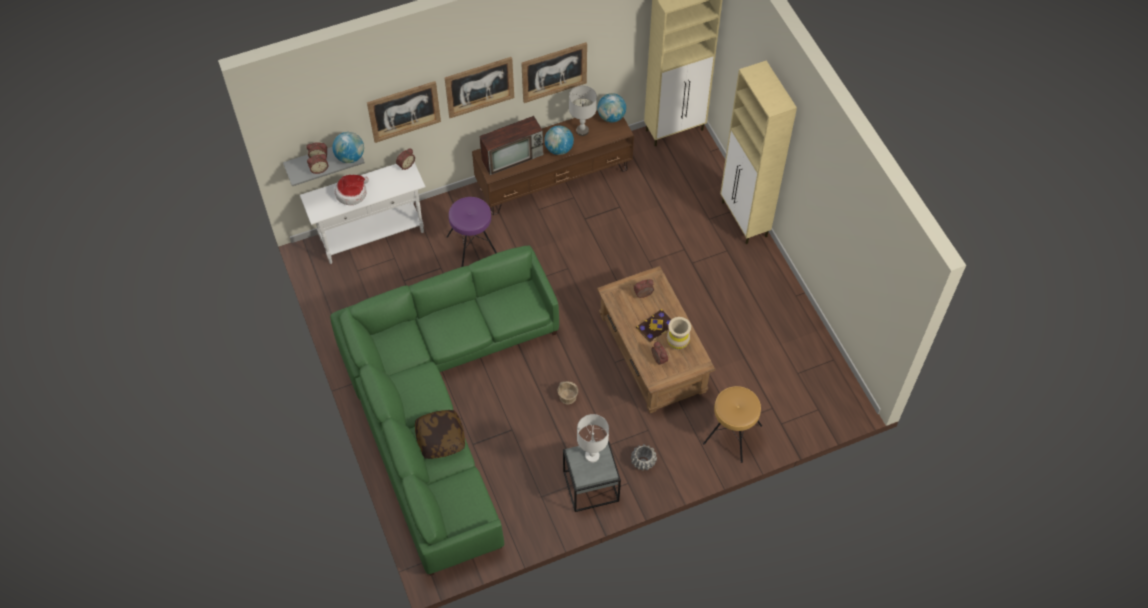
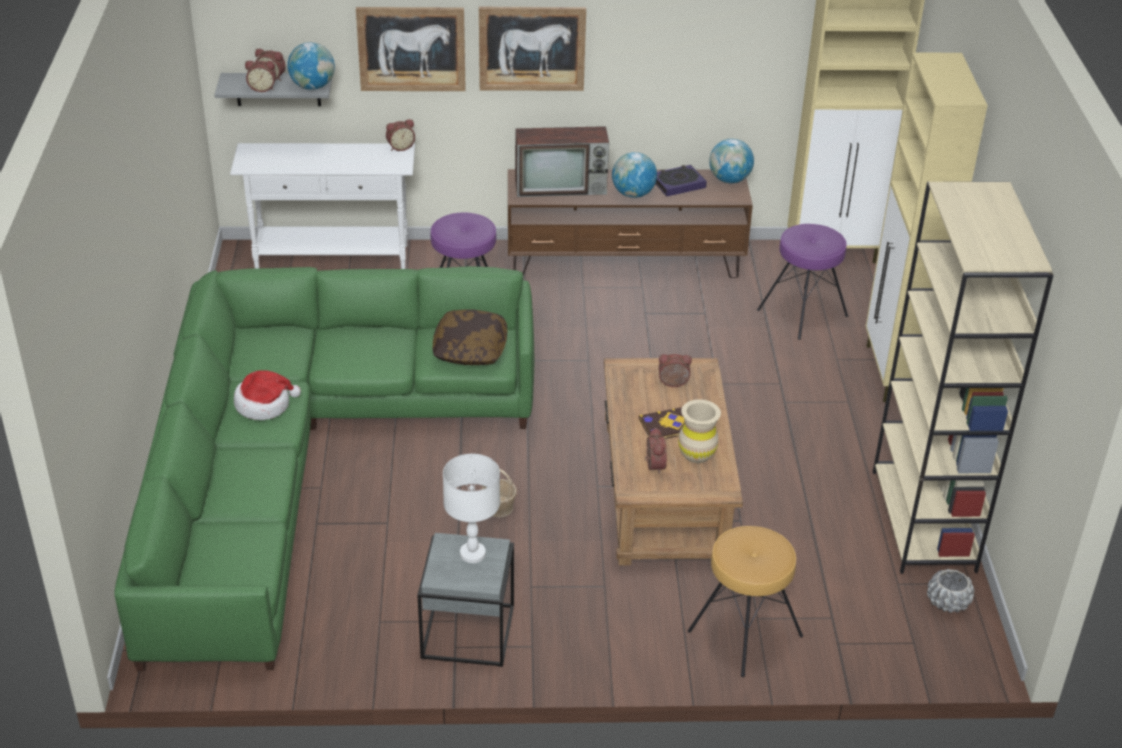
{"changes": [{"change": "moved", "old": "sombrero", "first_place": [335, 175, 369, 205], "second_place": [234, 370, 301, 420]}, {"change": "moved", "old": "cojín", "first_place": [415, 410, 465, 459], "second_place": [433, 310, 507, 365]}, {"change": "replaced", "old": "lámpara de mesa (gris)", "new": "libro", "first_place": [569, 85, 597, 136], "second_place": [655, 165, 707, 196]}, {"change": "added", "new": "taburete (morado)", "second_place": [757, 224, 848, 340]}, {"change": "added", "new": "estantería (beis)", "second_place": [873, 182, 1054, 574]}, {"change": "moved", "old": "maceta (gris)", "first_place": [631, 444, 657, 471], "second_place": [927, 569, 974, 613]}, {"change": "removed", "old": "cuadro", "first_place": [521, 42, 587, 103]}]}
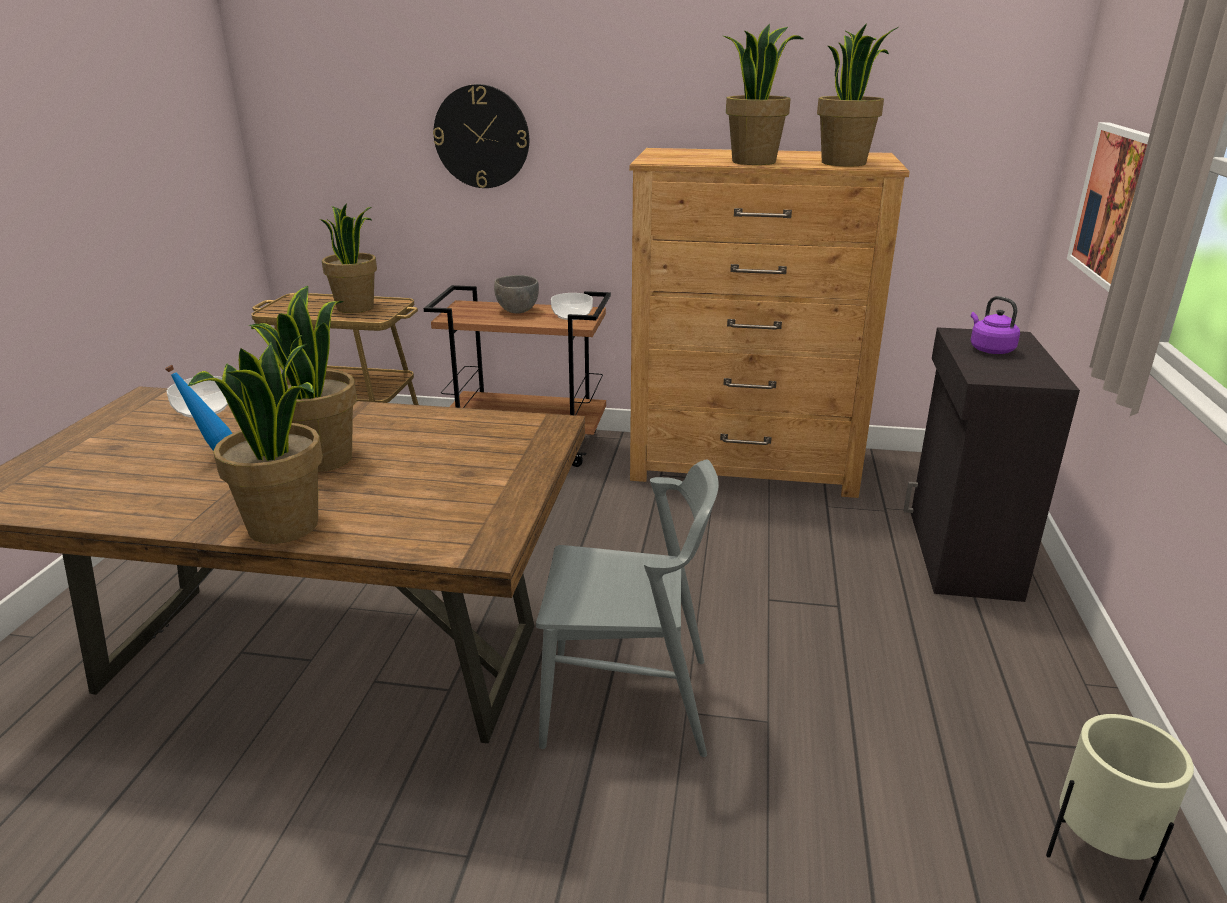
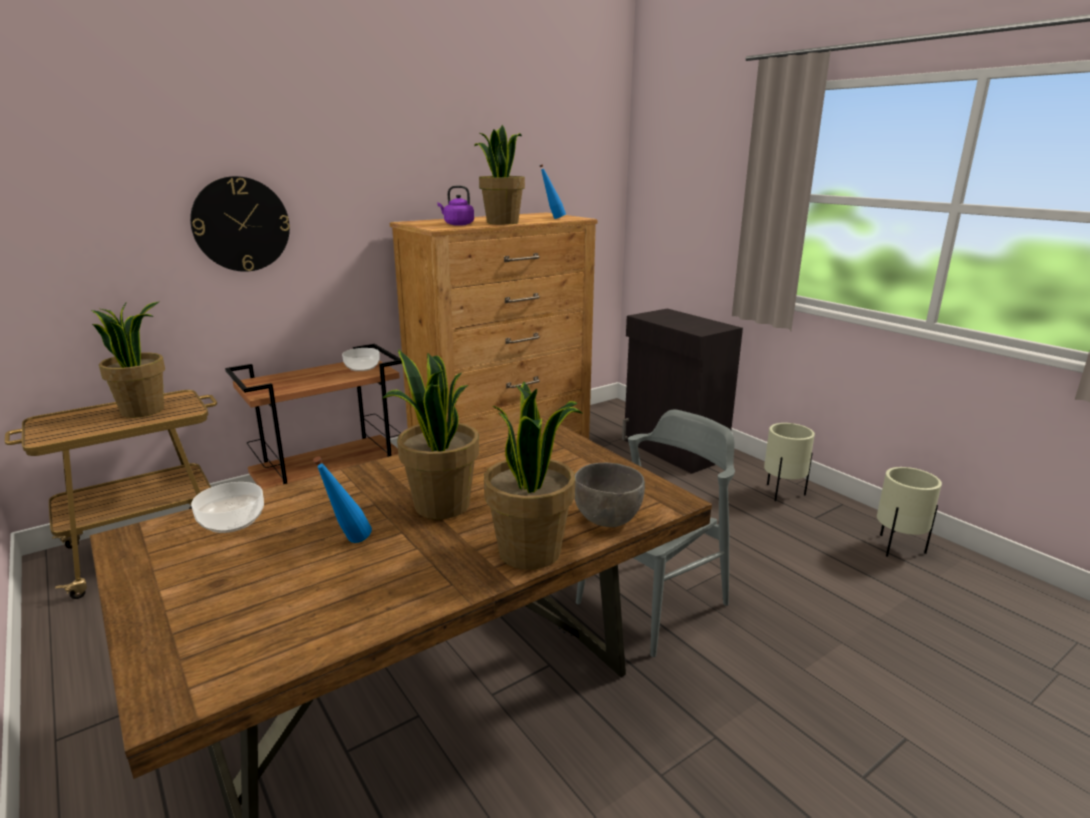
{"changes": [{"change": "moved", "old": "hervidor (morado)", "first_place": [971, 296, 1020, 354], "second_place": [437, 186, 474, 226]}, {"change": "replaced", "old": "planta en maceta", "new": "botella (azul)", "first_place": [817, 23, 898, 166], "second_place": [539, 164, 566, 219]}, {"change": "moved", "old": "cuenco (gris)", "first_place": [494, 275, 539, 314], "second_place": [574, 463, 645, 527]}, {"change": "added", "new": "maceta (beis)", "second_place": [764, 423, 815, 501]}, {"change": "removed", "old": "cuadro", "first_place": [1067, 122, 1150, 292]}]}
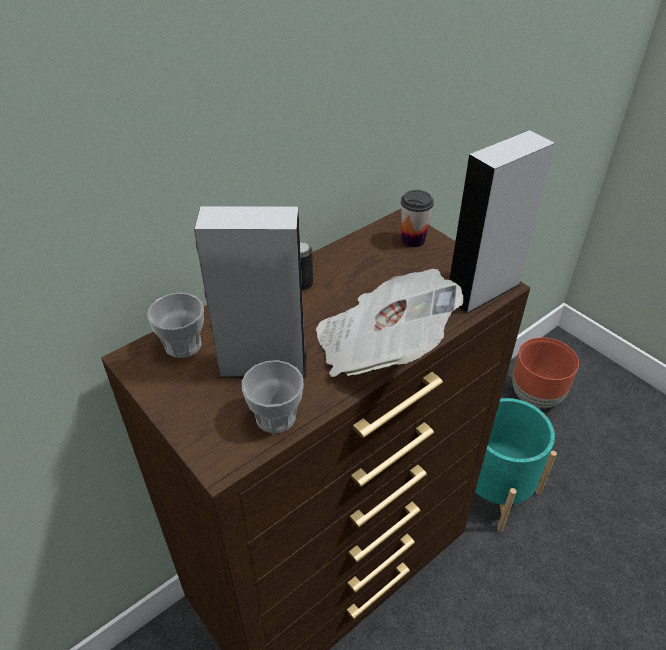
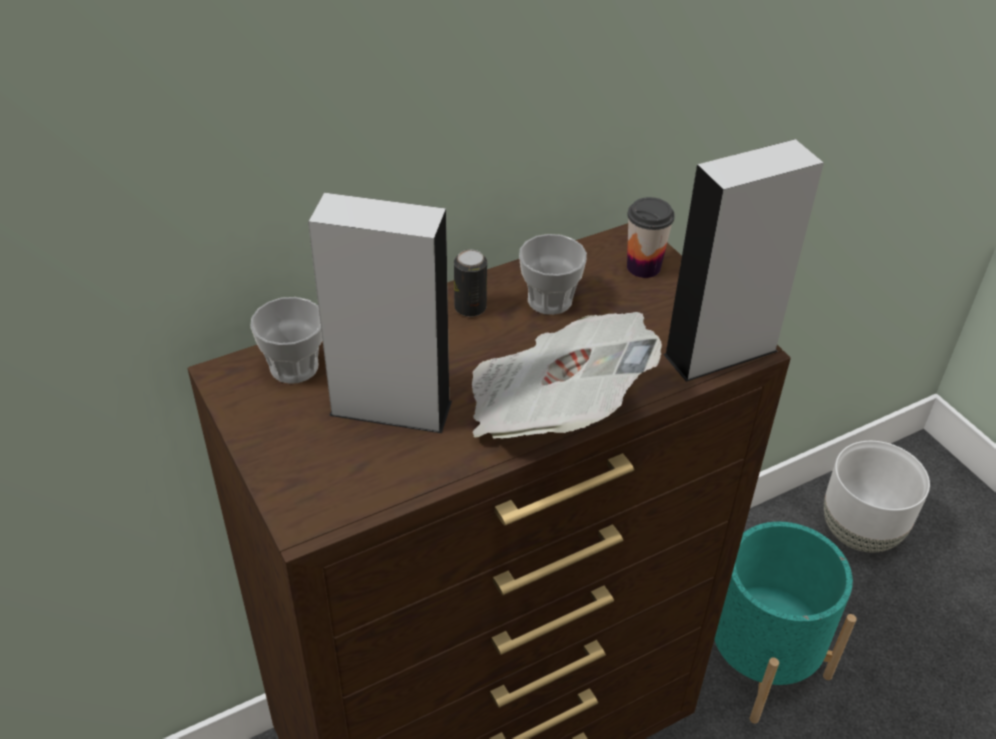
{"changes": [{"change": "moved", "old": "taza", "first_place": [242, 360, 304, 433], "second_place": [519, 234, 587, 315]}, {"change": "recoloured", "old": "maceta (marrón)", "new": "maceta (blanco)", "first_place": [512, 337, 579, 408], "second_place": [824, 441, 930, 553]}]}
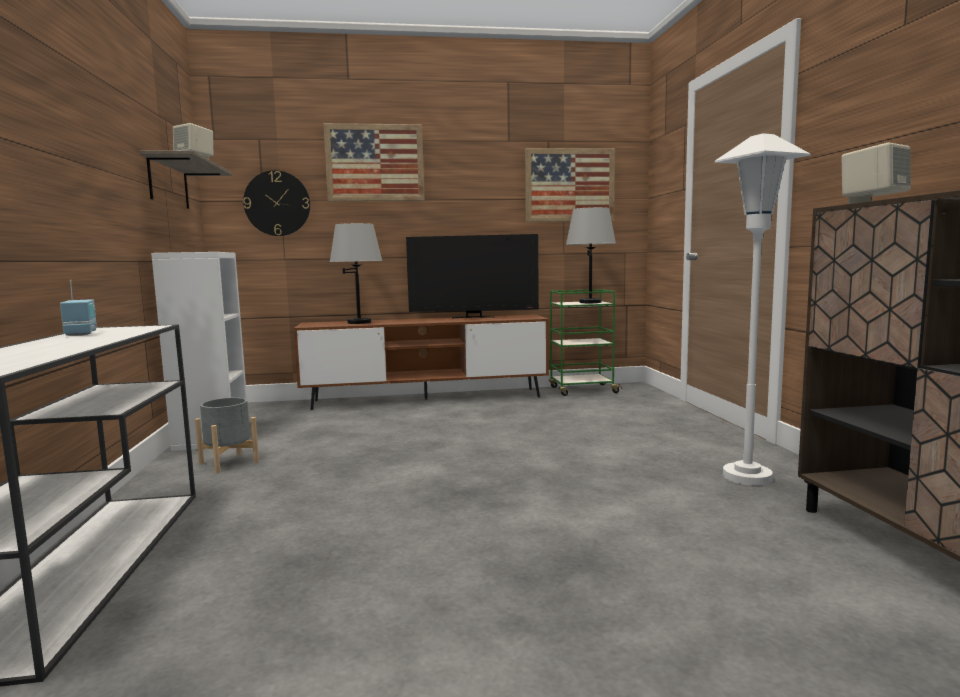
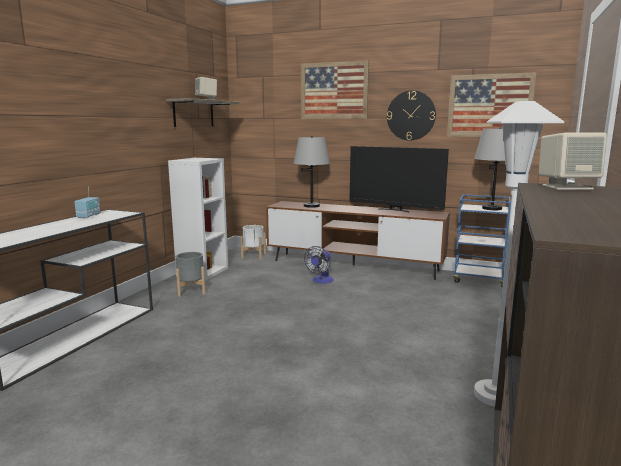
{"changes": [{"change": "added", "new": "maceta (blanco)", "second_place": [240, 225, 266, 259]}, {"change": "added", "new": "ventilador", "second_place": [304, 246, 334, 284]}, {"change": "moved", "old": "reloj de pared", "first_place": [243, 170, 310, 236], "second_place": [387, 90, 436, 141]}, {"change": "recoloured", "old": "carrito (verde)", "new": "carrito (azul)", "first_place": [549, 289, 622, 396], "second_place": [453, 194, 511, 287]}]}
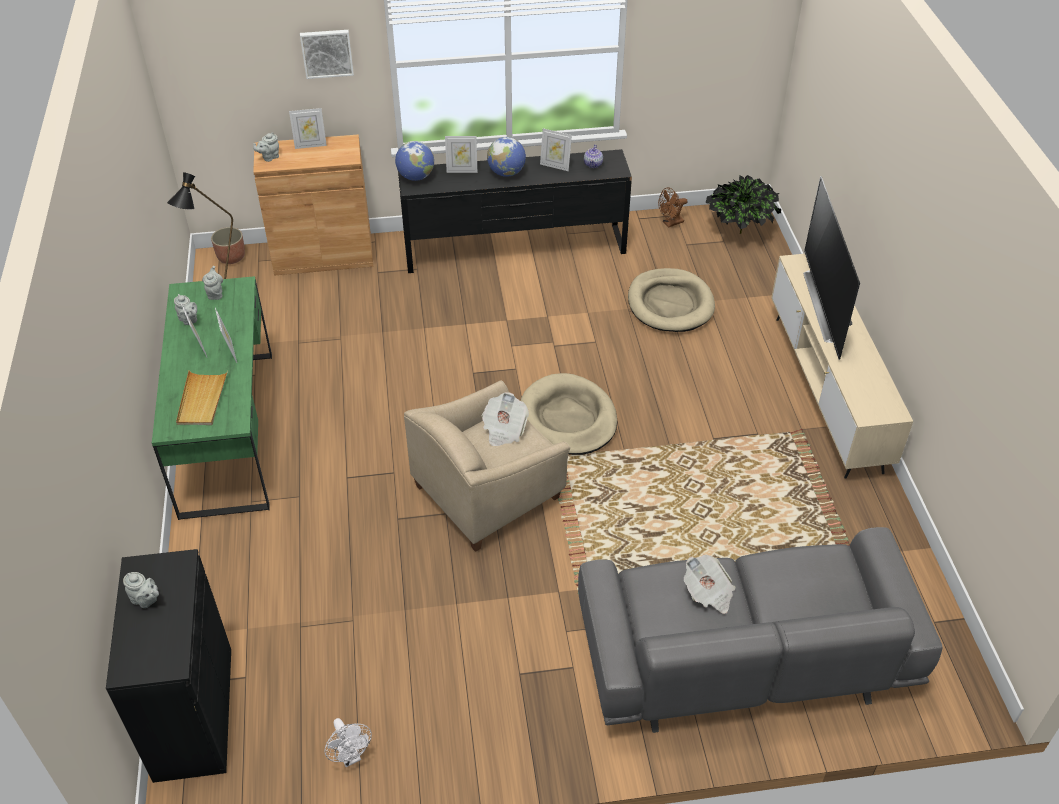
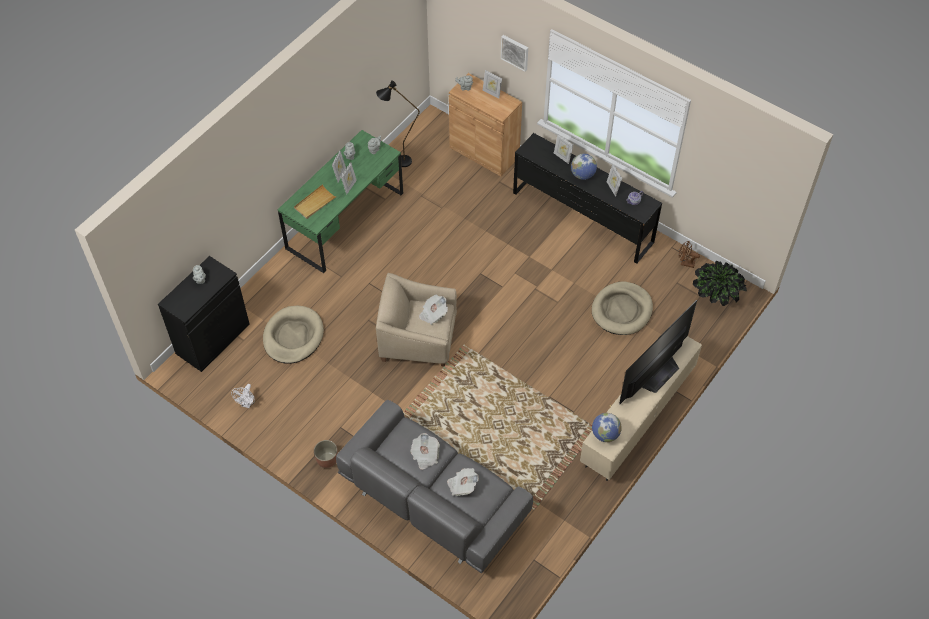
{"changes": [{"change": "moved", "old": "cama para perro (beis)", "first_place": [520, 373, 617, 455], "second_place": [263, 306, 324, 364]}, {"change": "moved", "old": "maceta", "first_place": [211, 227, 245, 264], "second_place": [314, 440, 338, 468]}, {"change": "added", "new": "periódico", "second_place": [447, 468, 479, 496]}, {"change": "moved", "old": "globo terráqueo", "first_place": [395, 141, 434, 181], "second_place": [592, 413, 622, 442]}]}
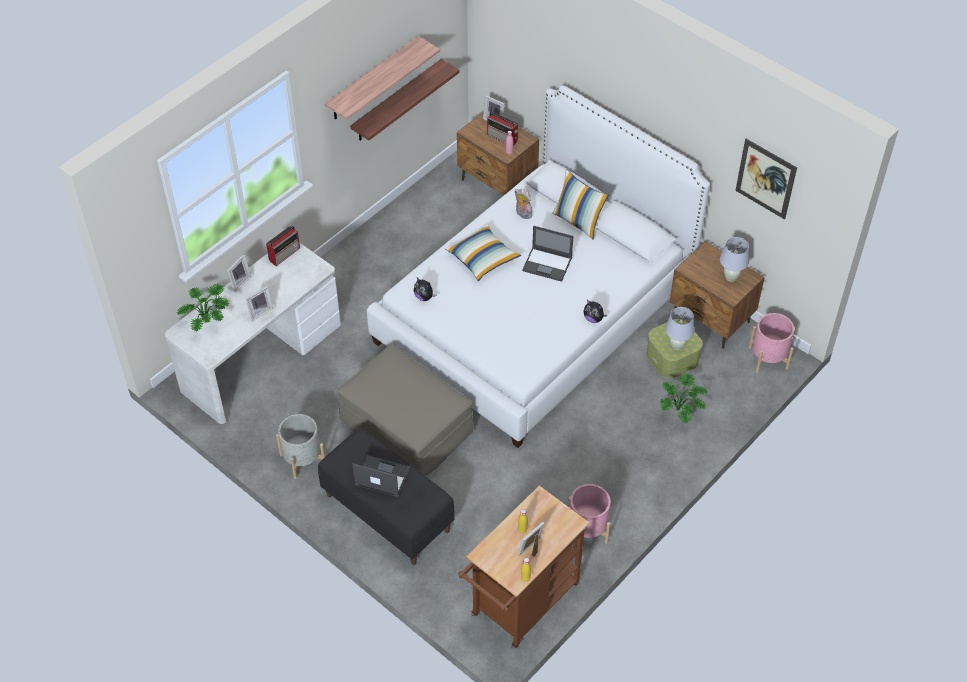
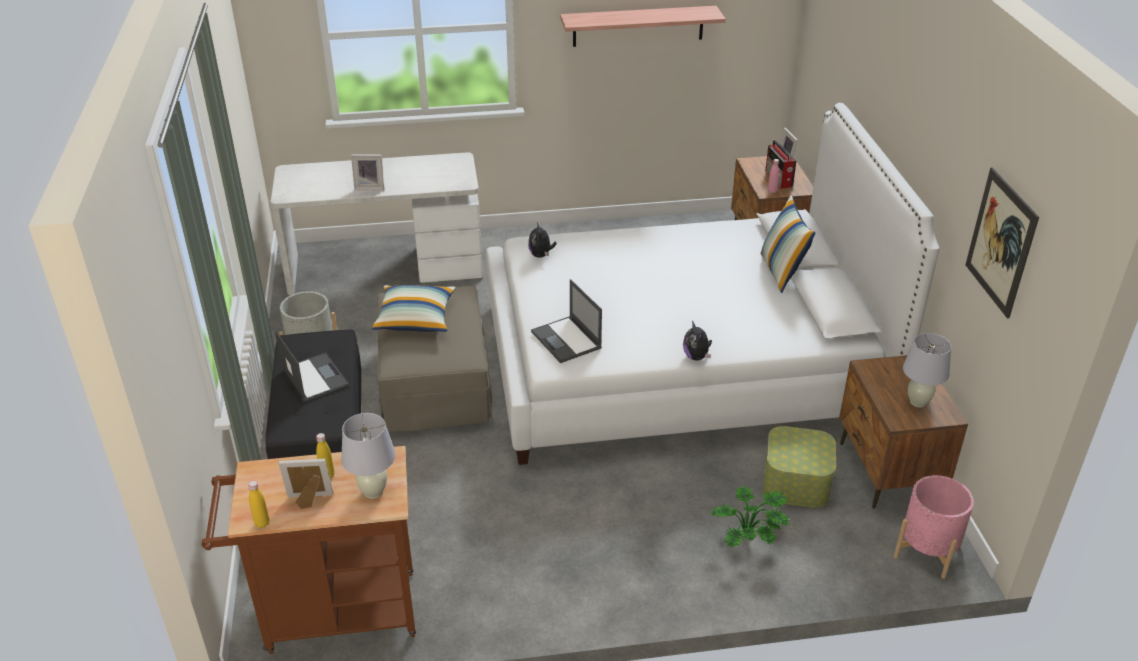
{"changes": [{"change": "moved", "old": "lámpara de mesa (blanco)", "first_place": [665, 307, 695, 350], "second_place": [341, 413, 395, 499]}, {"change": "moved", "old": "cojín", "first_place": [445, 224, 521, 281], "second_place": [372, 285, 456, 332]}, {"change": "moved", "old": "portátil", "first_place": [522, 226, 573, 282], "second_place": [531, 279, 602, 363]}, {"change": "removed", "old": "planta en maceta", "first_place": [177, 283, 230, 332]}, {"change": "removed", "old": "portarretratos", "first_place": [227, 255, 252, 293]}, {"change": "removed", "old": "radio", "first_place": [266, 226, 300, 266]}, {"change": "removed", "old": "estante", "first_place": [350, 59, 460, 141]}, {"change": "removed", "old": "peluche", "first_place": [515, 189, 532, 219]}, {"change": "removed", "old": "maceta (rosa)", "first_place": [568, 484, 611, 546]}]}
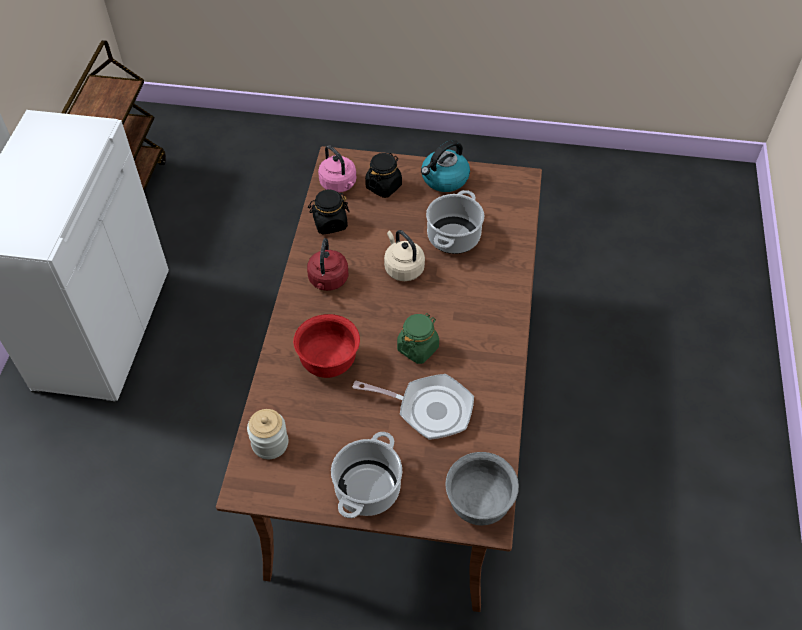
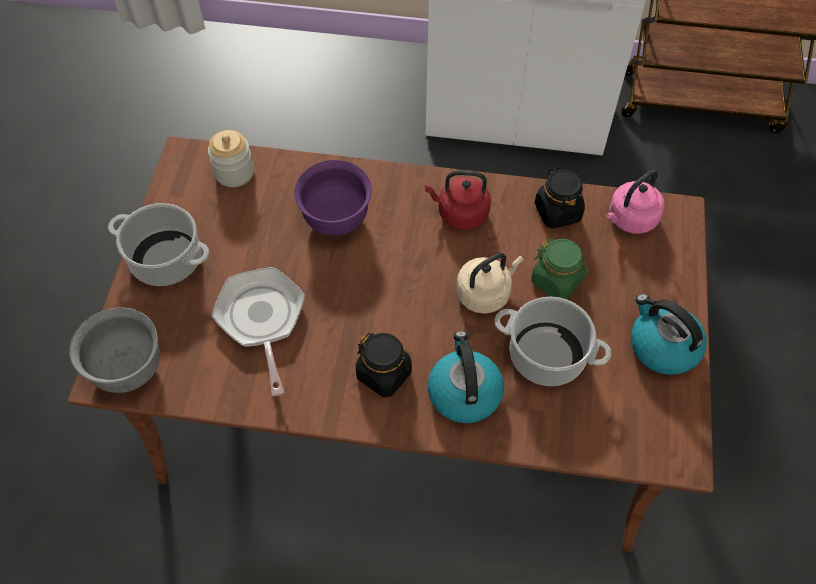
{"changes": [{"change": "turned", "old": "sartén", "first_place": [352, 374, 474, 440], "second_place": [212, 267, 305, 396], "degrees": 150}, {"change": "recoloured", "old": "cuenco (rojo)", "new": "cuenco (morado)", "first_place": [293, 314, 360, 378], "second_place": [294, 160, 372, 236]}, {"change": "moved", "old": "tarro (negro)", "first_place": [365, 153, 402, 198], "second_place": [356, 333, 412, 397]}, {"change": "added", "new": "hervidor", "second_place": [428, 331, 504, 423]}, {"change": "moved", "old": "tarro (verde)", "first_place": [397, 313, 439, 364], "second_place": [531, 239, 589, 299]}]}
